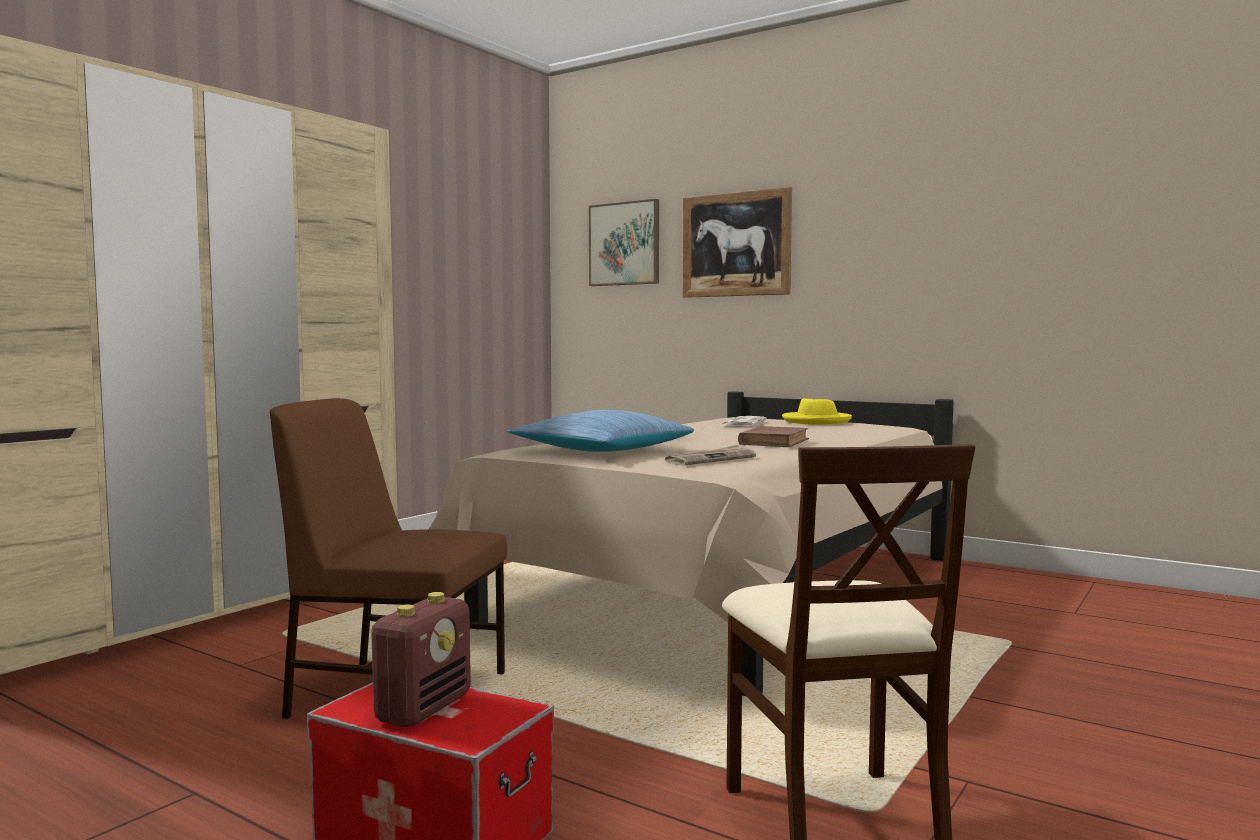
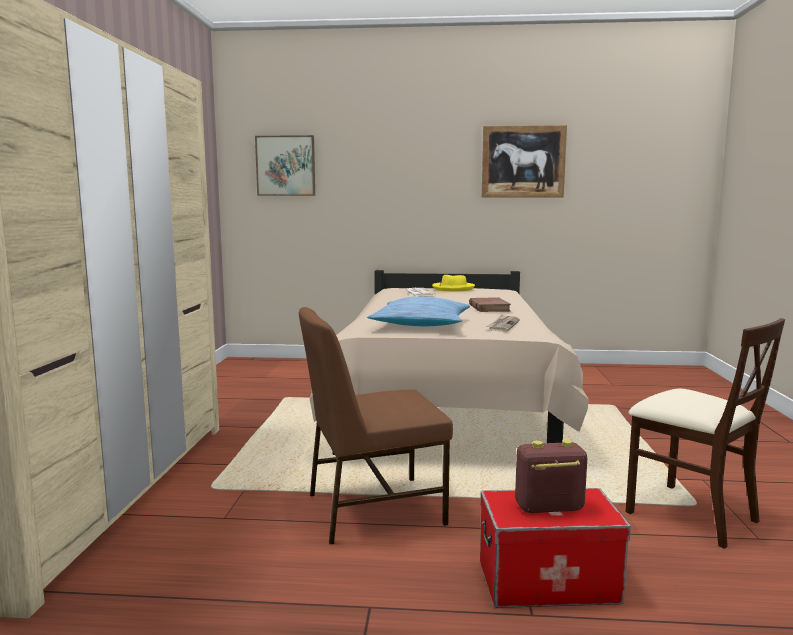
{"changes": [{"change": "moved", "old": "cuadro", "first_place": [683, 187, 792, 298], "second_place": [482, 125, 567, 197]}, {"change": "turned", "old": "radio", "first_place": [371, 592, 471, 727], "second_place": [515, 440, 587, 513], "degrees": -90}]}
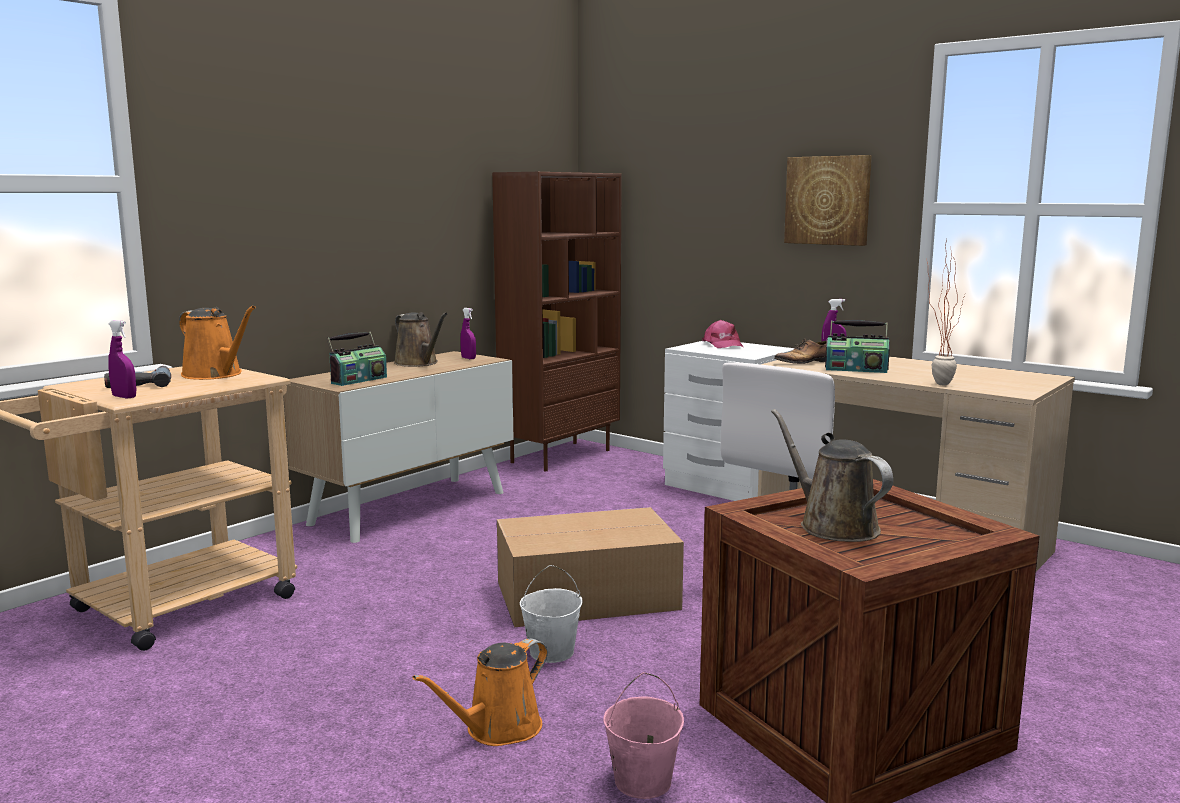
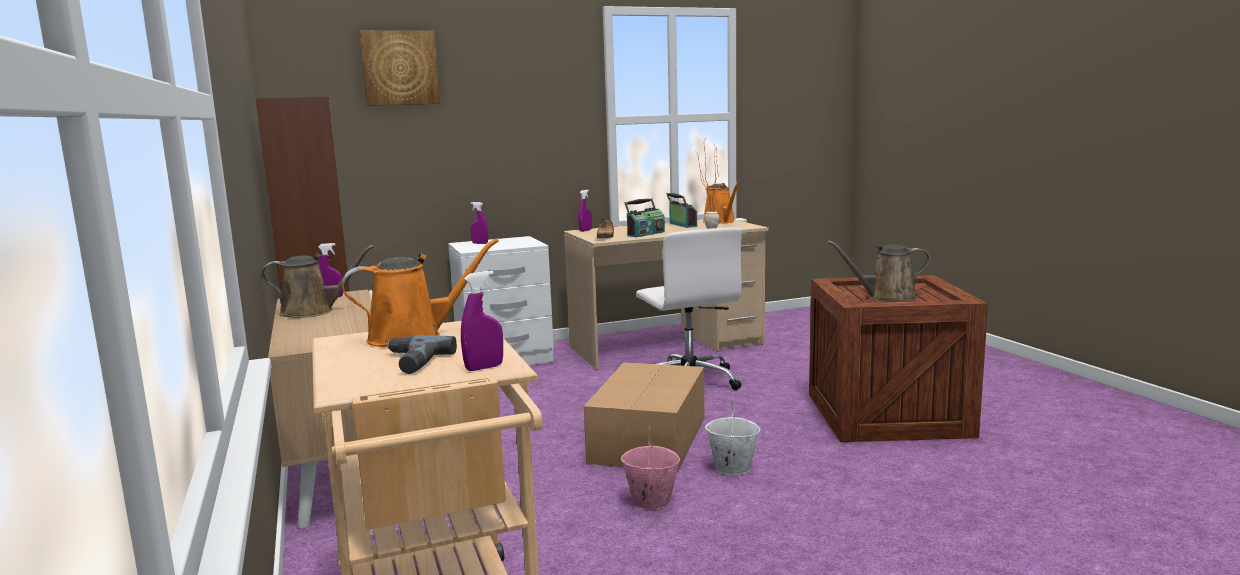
{"changes": [{"change": "moved", "old": "cuadro", "first_place": [784, 155, 872, 246], "second_place": [359, 31, 440, 106]}, {"change": "replaced", "old": "gorra (rosa)", "new": "pulverizador (morado)", "first_place": [702, 320, 743, 348], "second_place": [470, 202, 488, 244]}, {"change": "moved", "old": "cubo (rosa)", "first_place": [603, 672, 684, 799], "second_place": [621, 426, 680, 510]}, {"change": "moved", "old": "radio", "first_place": [327, 332, 387, 386], "second_place": [666, 193, 697, 228]}, {"change": "moved", "old": "regadera (naranja)", "first_place": [412, 638, 548, 746], "second_place": [703, 182, 740, 224]}]}
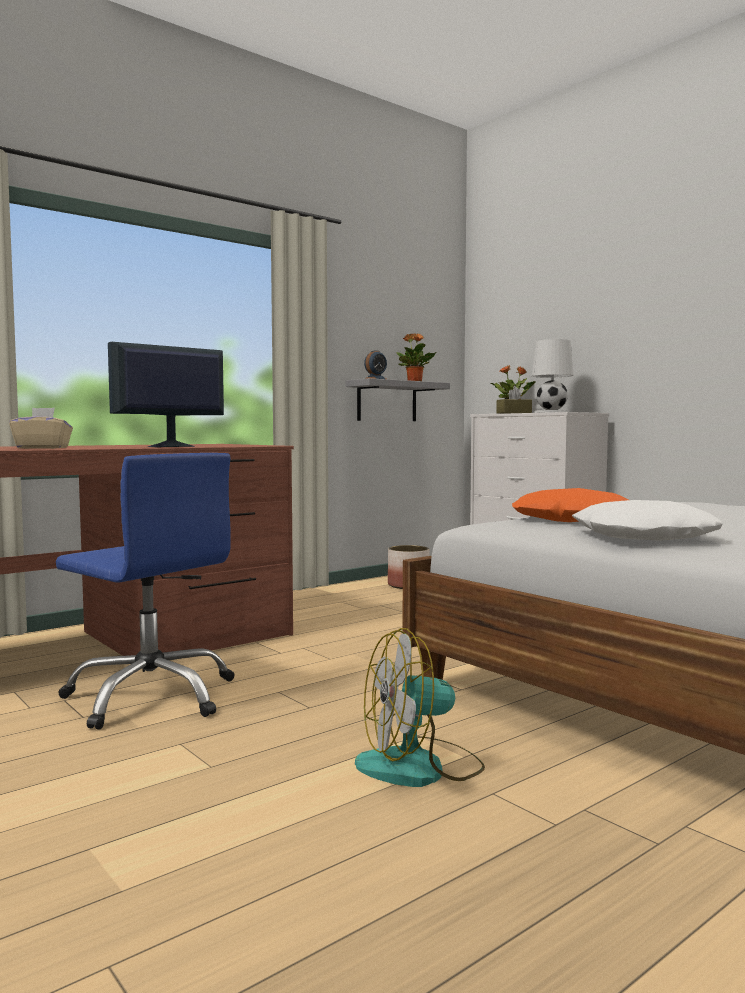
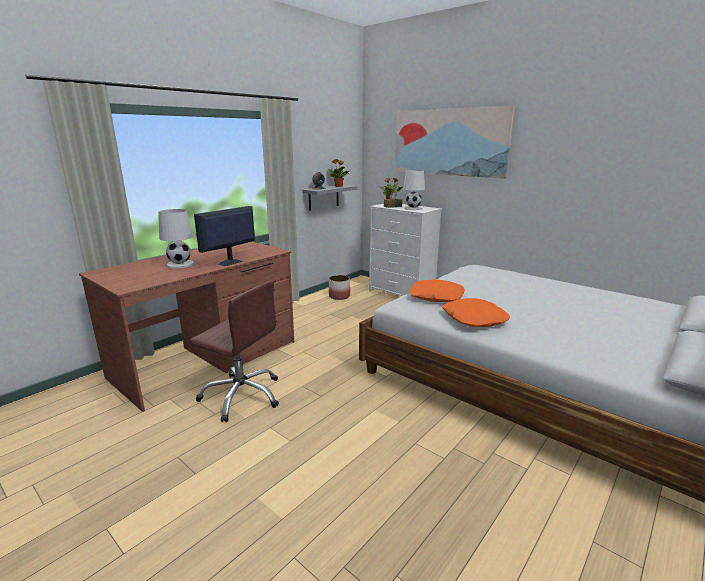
{"changes": [{"change": "added", "new": "lámpara de mesa (blanco)", "second_place": [158, 209, 194, 269]}, {"change": "recoloured", "old": "silla de oficina (azul)", "new": "silla de oficina (marrón)", "first_place": [56, 453, 235, 730], "second_place": [189, 280, 279, 422]}, {"change": "added", "new": "cuadro", "second_place": [395, 106, 515, 179]}, {"change": "recoloured", "old": "cojín (blanco)", "new": "cojín (naranja)", "first_place": [572, 500, 723, 541], "second_place": [442, 298, 510, 327]}, {"change": "removed", "old": "caja de pañuelos (beis)", "first_place": [9, 407, 73, 449]}, {"change": "removed", "old": "ventilador", "first_place": [355, 628, 485, 787]}]}
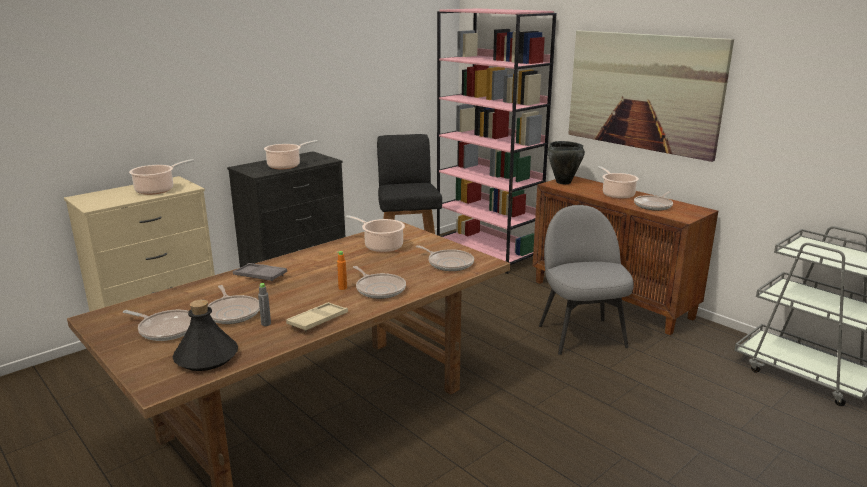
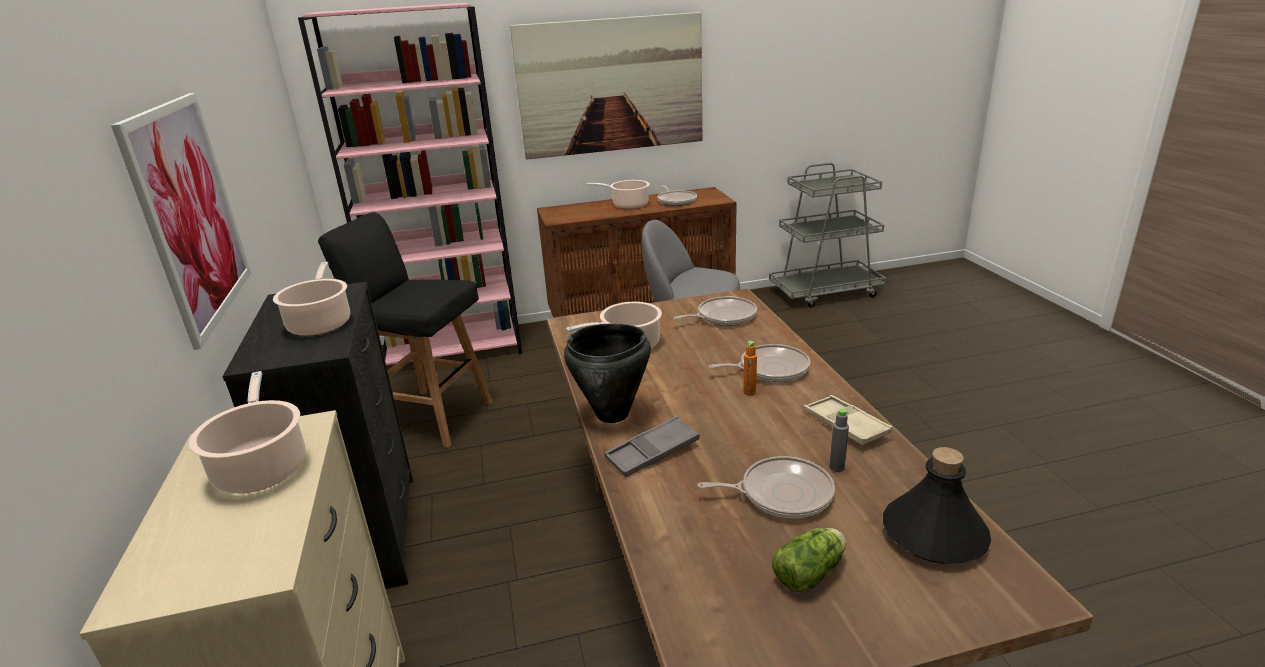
{"changes": [{"change": "added", "new": "cuadro", "second_place": [111, 93, 251, 350]}, {"change": "moved", "old": "olla (negro)", "first_place": [548, 141, 585, 184], "second_place": [564, 324, 651, 423]}, {"change": "replaced", "old": "sartén", "new": "lechuga", "first_place": [123, 310, 191, 341], "second_place": [772, 528, 846, 592]}]}
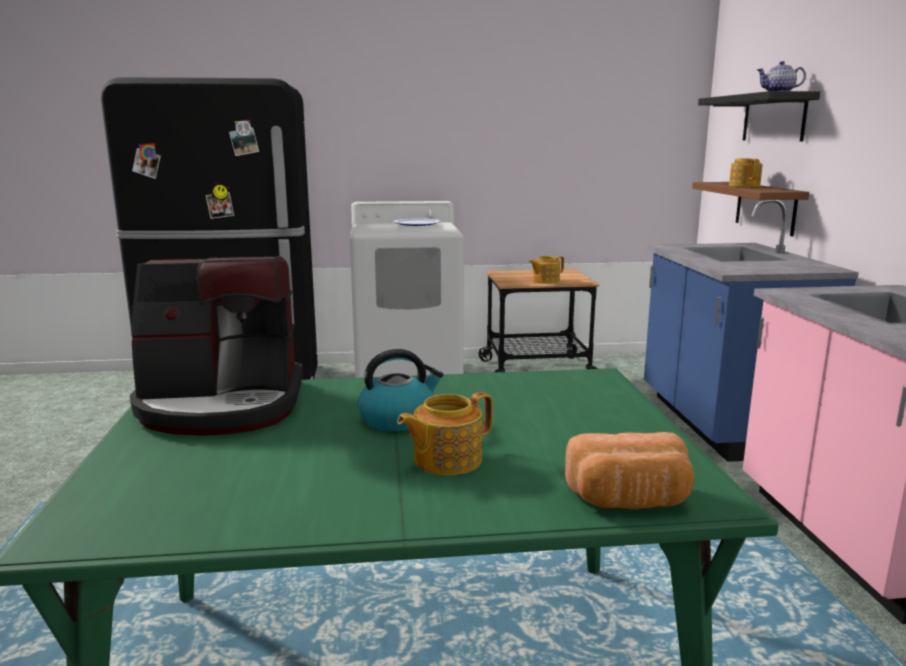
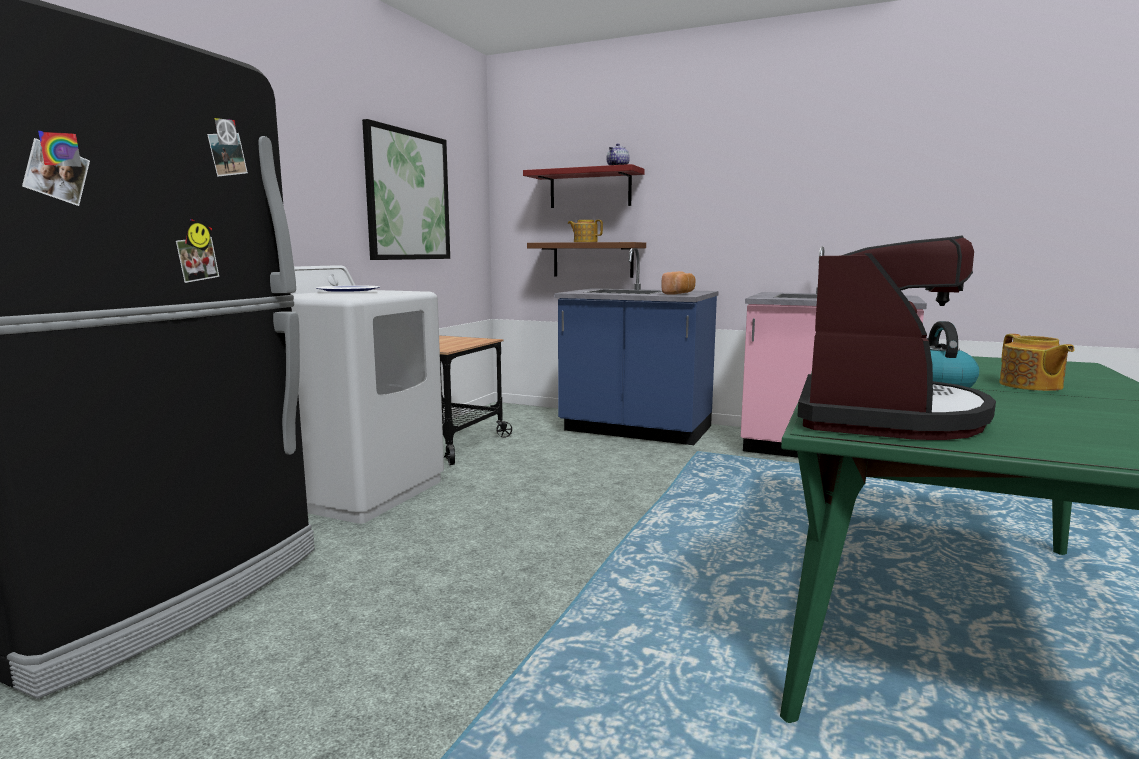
{"changes": [{"change": "added", "new": "cuadro", "second_place": [362, 119, 450, 260]}, {"change": "recoloured", "old": "estante (negro)", "new": "estante (rojo)", "first_place": [698, 91, 820, 141], "second_place": [523, 164, 644, 208]}, {"change": "moved", "old": "pan", "first_place": [565, 432, 694, 509], "second_place": [662, 271, 696, 295]}, {"change": "removed", "old": "tetera", "first_place": [529, 256, 564, 284]}]}
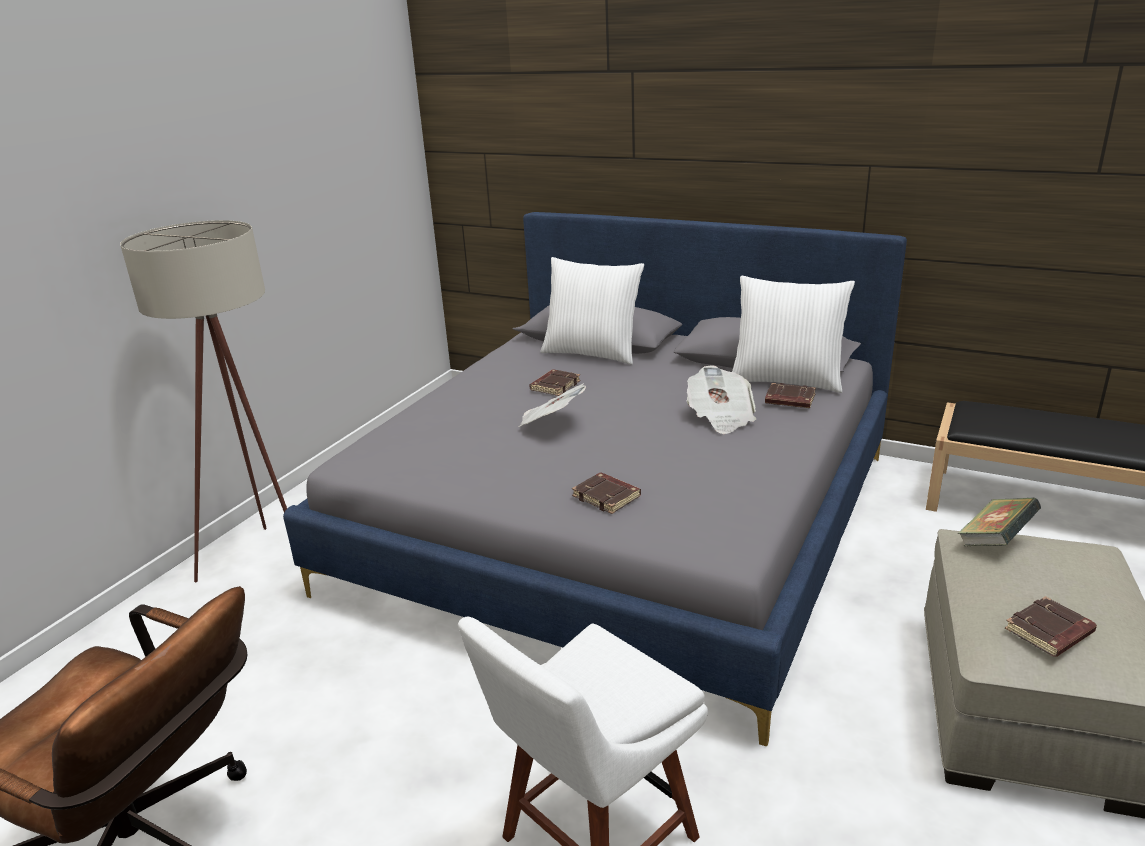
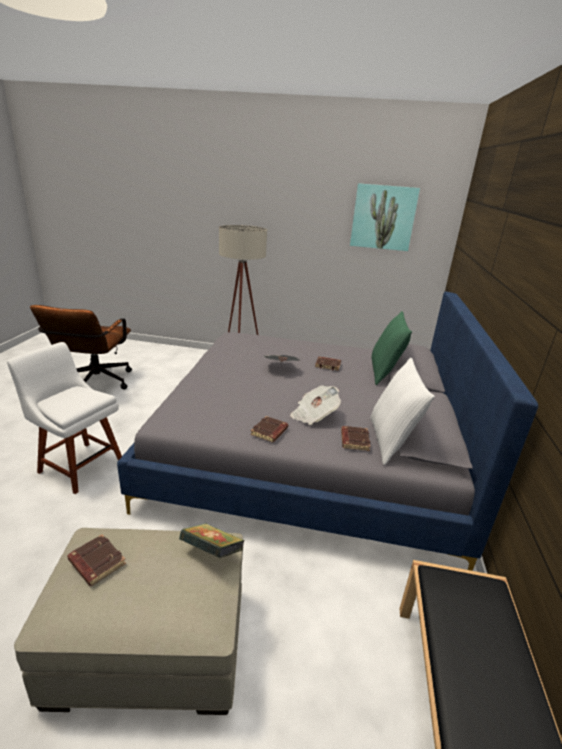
{"changes": [{"change": "moved", "old": "libro (marrón)", "first_place": [572, 472, 641, 514], "second_place": [250, 416, 288, 442]}, {"change": "added", "new": "cuadro", "second_place": [350, 183, 420, 251]}, {"change": "recoloured", "old": "cojín (blanco)", "new": "cojín (verde)", "first_place": [541, 257, 644, 365], "second_place": [371, 311, 412, 385]}]}
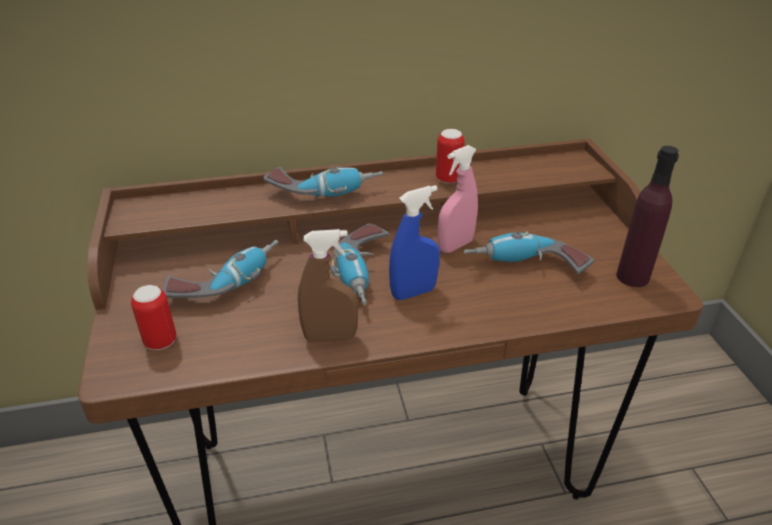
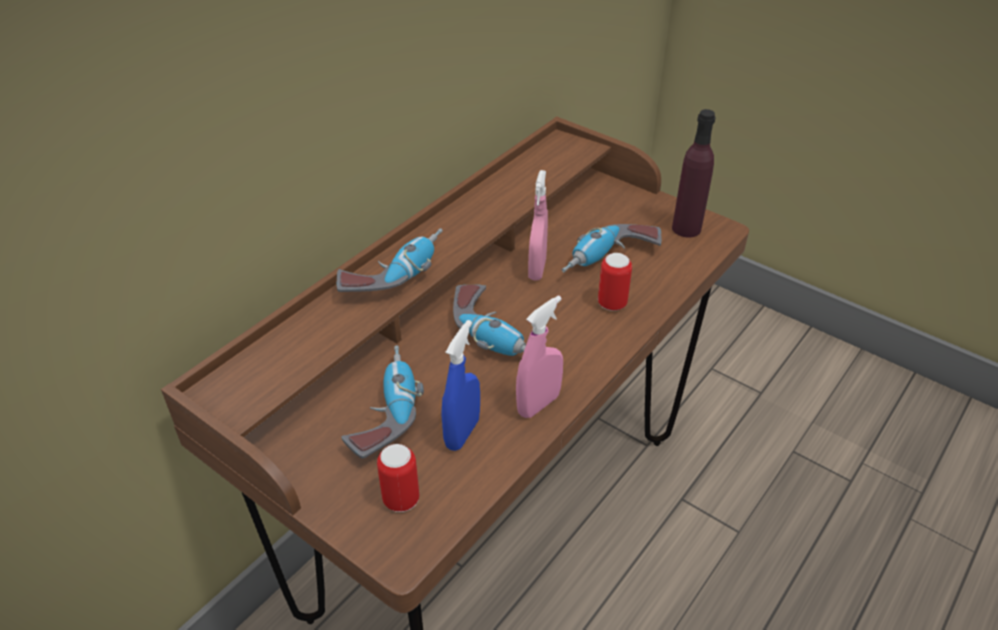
{"changes": [{"change": "moved", "old": "pulverizador (azul)", "first_place": [389, 185, 440, 300], "second_place": [441, 320, 480, 451]}, {"change": "recoloured", "old": "pulverizador (marrón)", "new": "pulverizador (rosa)", "first_place": [298, 229, 358, 343], "second_place": [516, 295, 563, 418]}, {"change": "moved", "old": "lata", "first_place": [436, 129, 465, 184], "second_place": [598, 253, 632, 311]}]}
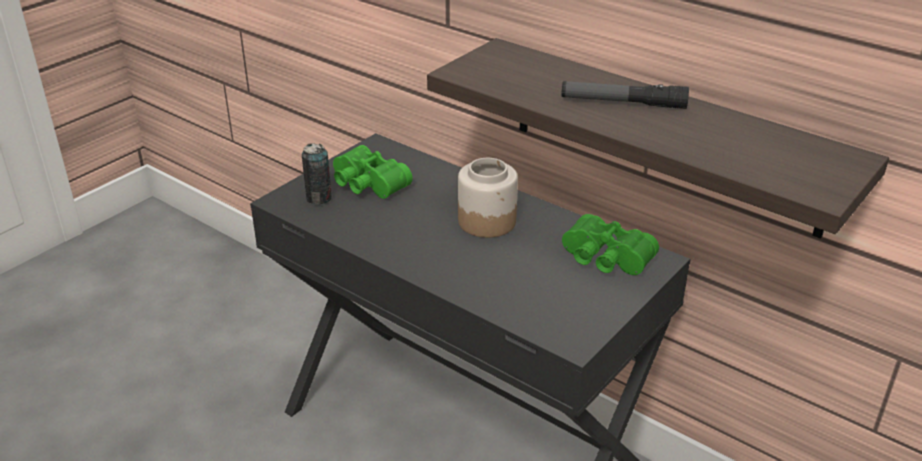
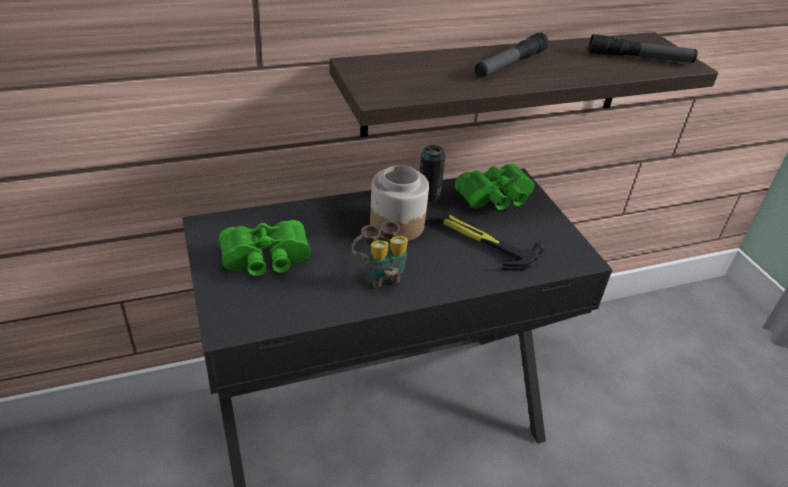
{"changes": [{"change": "added", "new": "prismáticos", "second_place": [352, 221, 408, 288]}, {"change": "moved", "old": "lata", "first_place": [302, 143, 332, 204], "second_place": [420, 145, 446, 201]}, {"change": "added", "new": "martillo", "second_place": [436, 212, 545, 271]}, {"change": "added", "new": "linterna", "second_place": [589, 34, 698, 63]}]}
